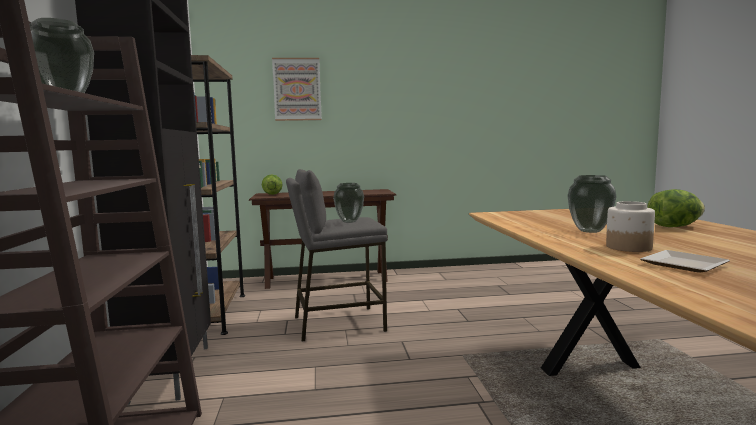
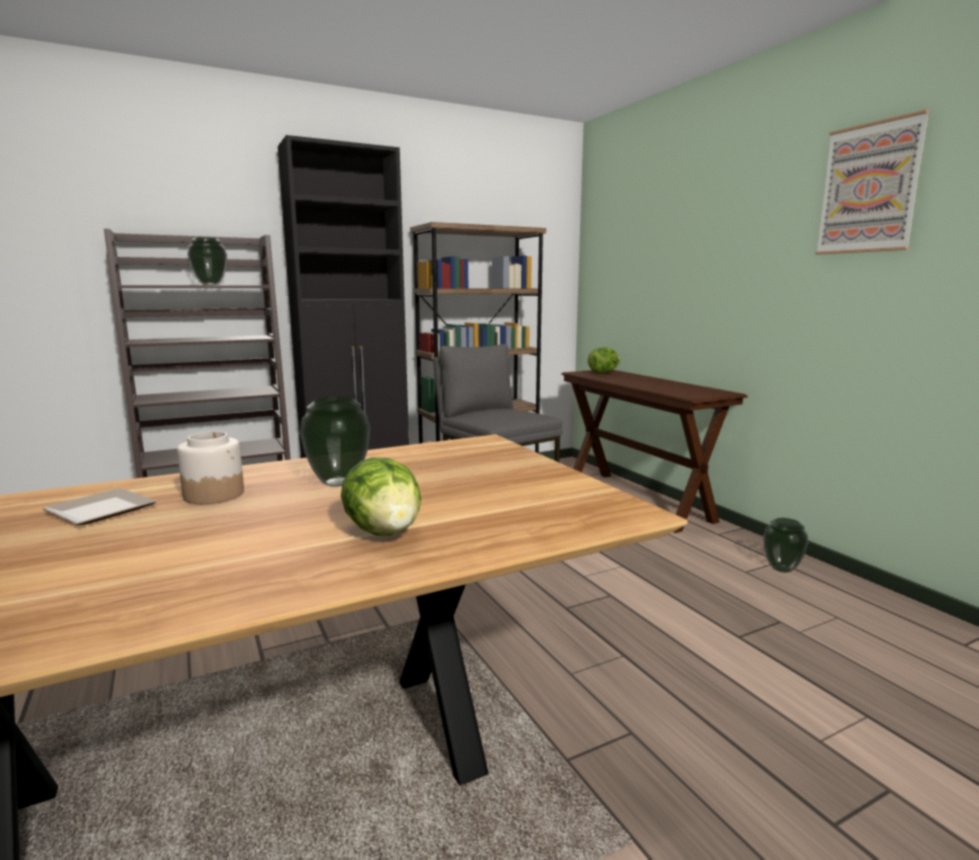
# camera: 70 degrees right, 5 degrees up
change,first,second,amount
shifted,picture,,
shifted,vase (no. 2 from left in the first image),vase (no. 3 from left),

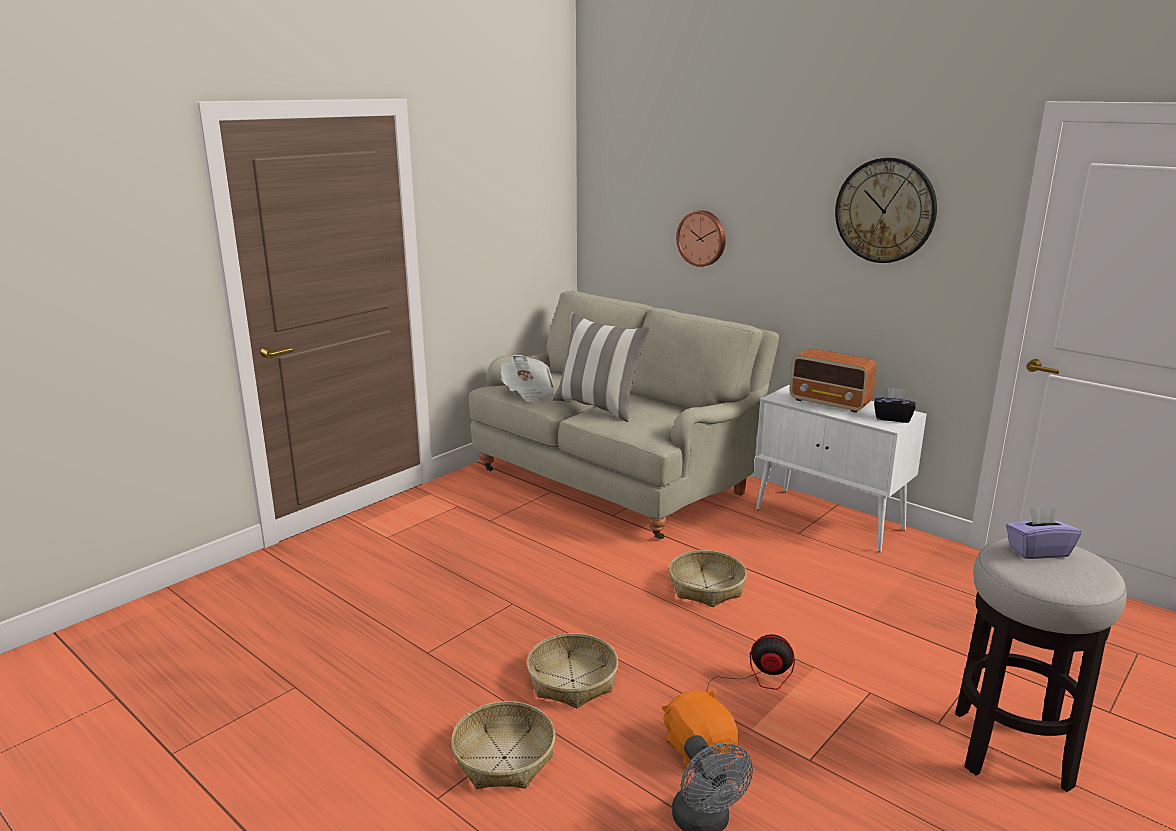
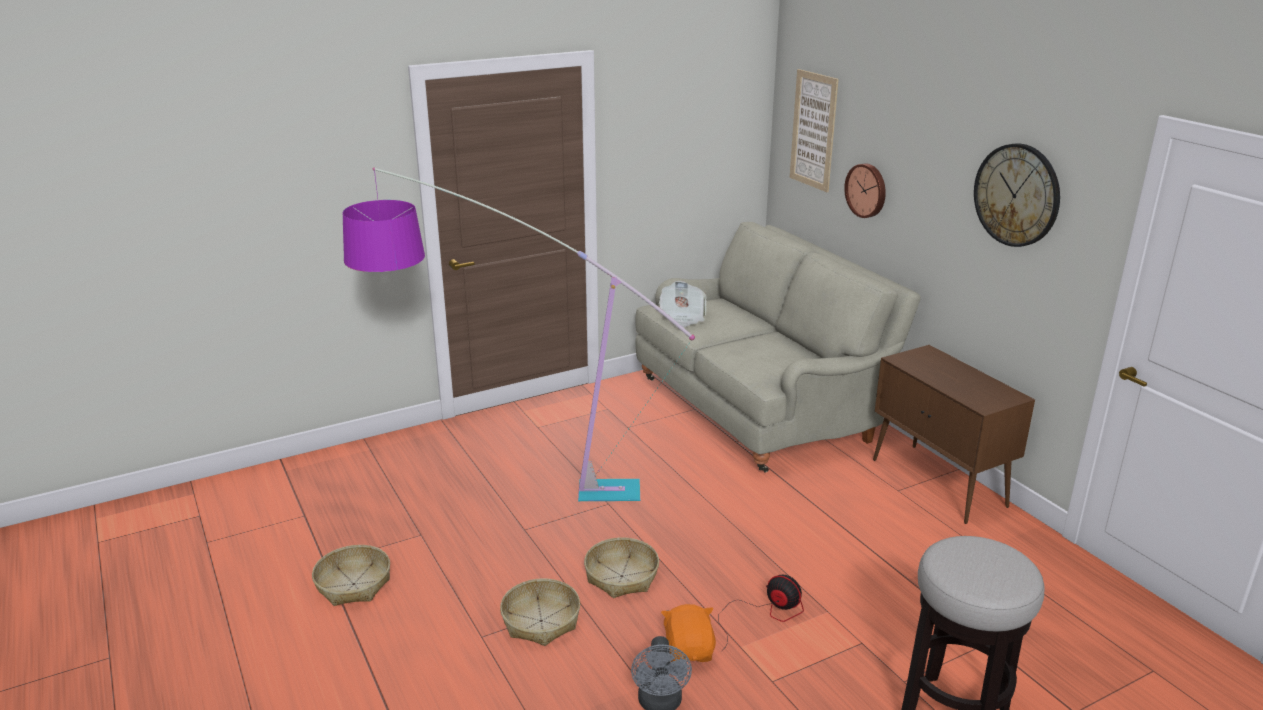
# camera: 20 degrees right, 5 degrees up
change,first,second,amount
gone,pillow,,
shifted,basket (no. 3 from left in the first image),basket (no. 1 from left),
repainted,white cabinet,brown cabinet,
gone,radio,,
gone,black tissue box,,
gone,purple tissue box,,
new,,floor lamp,
new,,picture,

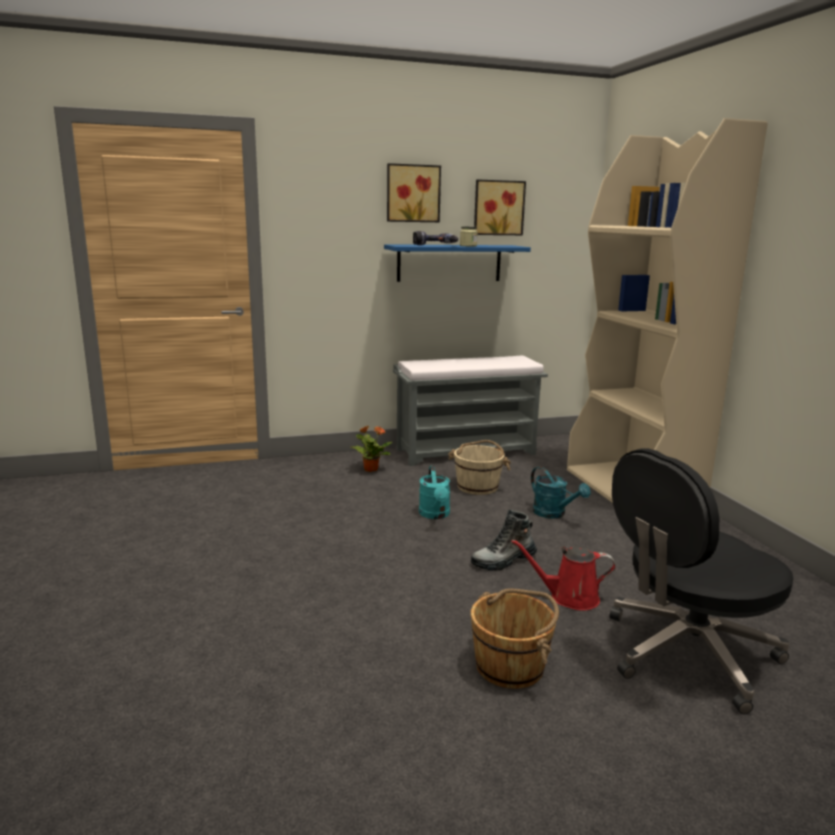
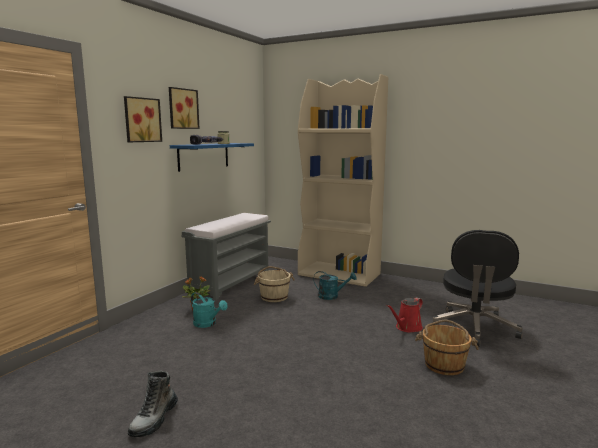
# camera: 45 degrees left, 5 degrees down
change,first,second,amount
shifted,turquoise watering can (no. 1 from left),,
shifted,boot,,
shifted,picture (no. 2 from left in the first image),picture (no. 1 from left),

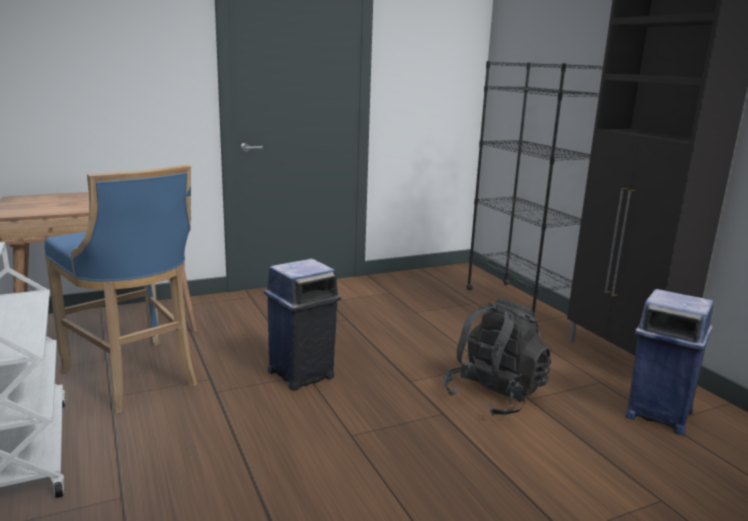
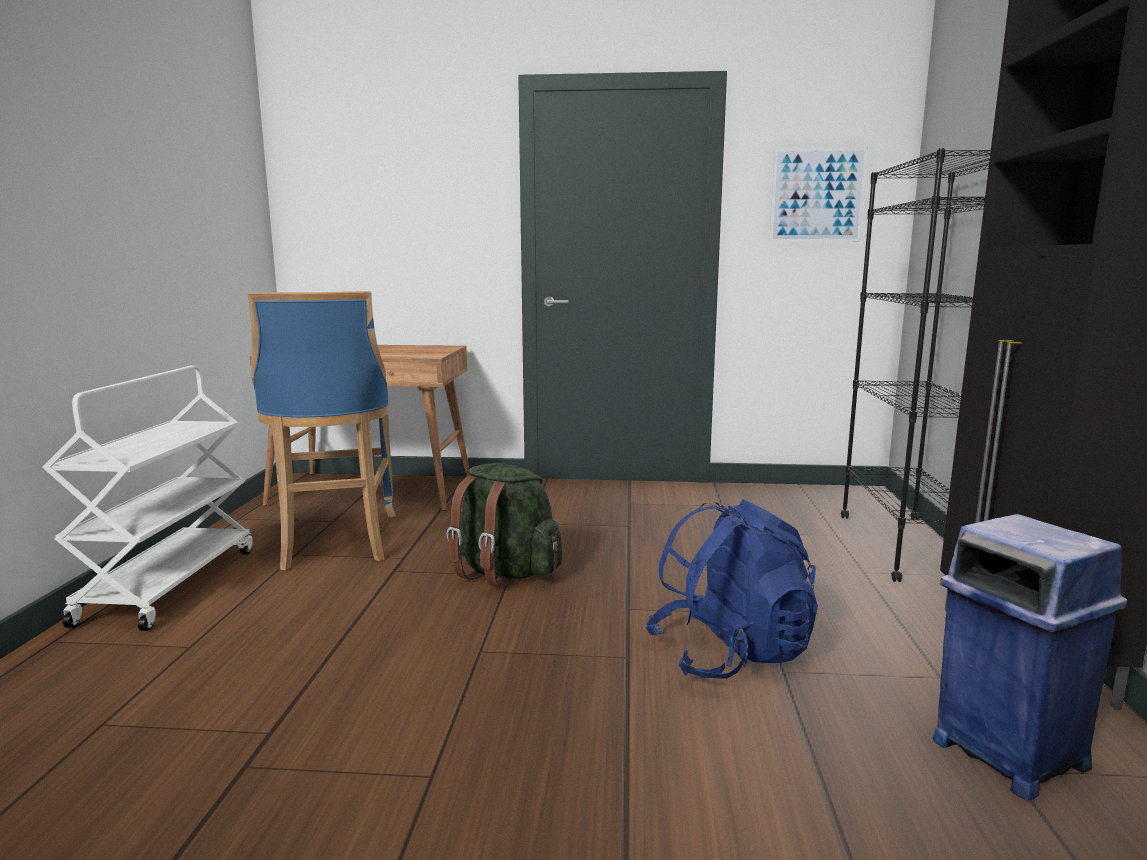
# camera: 30 degrees right, 5 degrees down
change,first,second,amount
swapped,blue trash can (no. 1 from left),green backpack,
repainted,black backpack,blue backpack,
new,,picture,

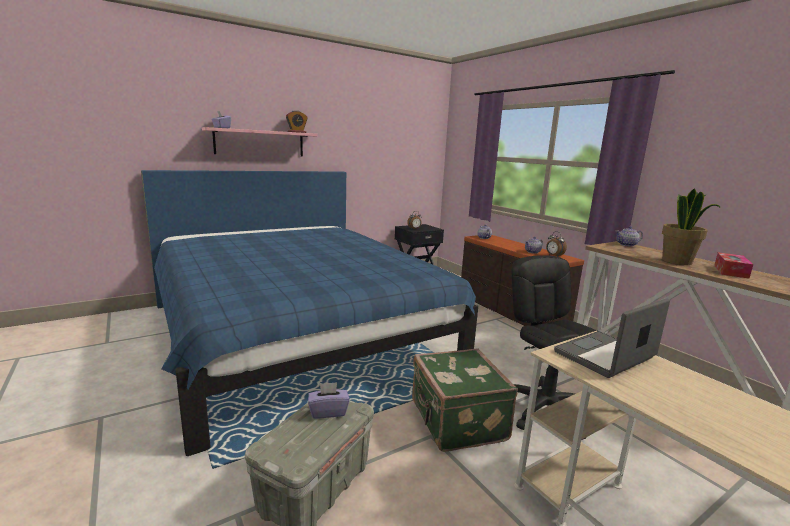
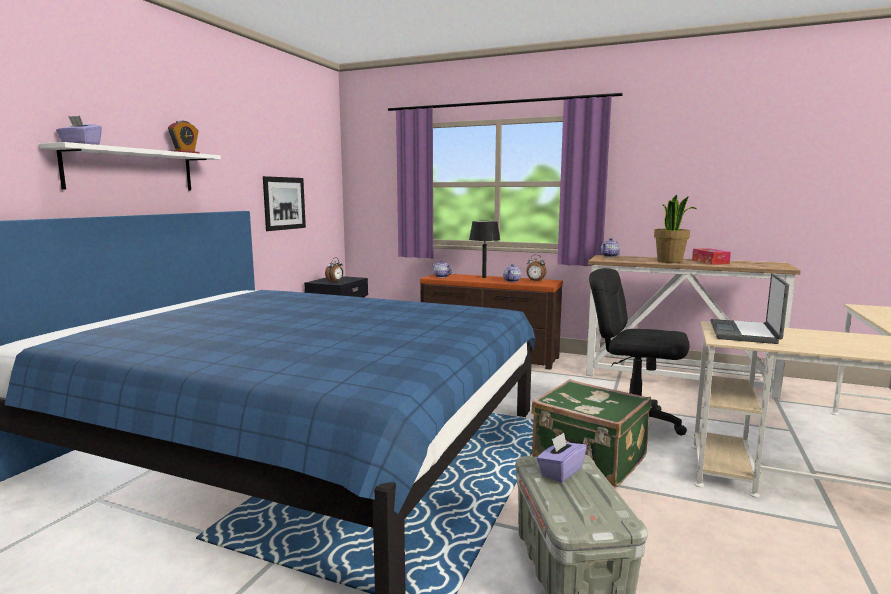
# camera: 35 degrees left, 5 degrees down
change,first,second,amount
repainted,pink shelf,white shelf,
new,,picture,
new,,black table lamp,

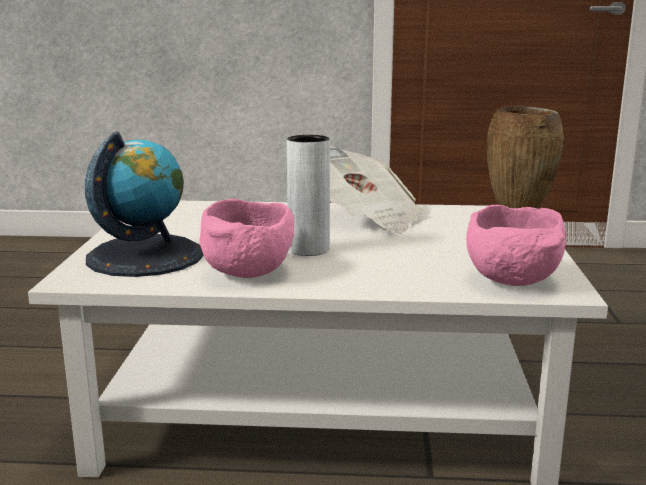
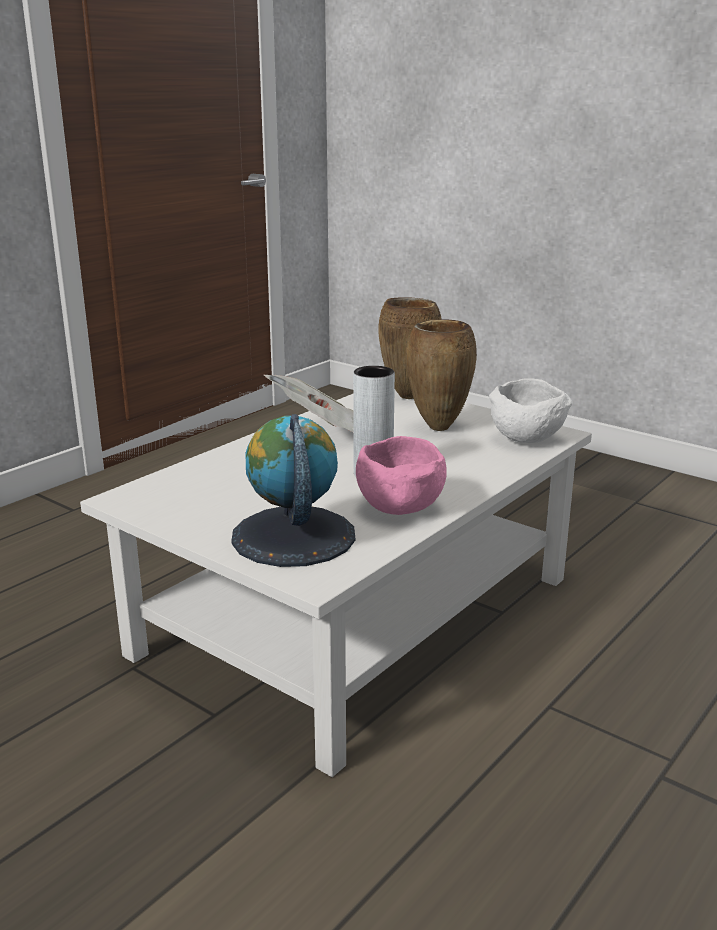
# camera: 55 degrees left, 5 degrees up
change,first,second,amount
repainted,pink bowl (no. 2 from left),white bowl,
new,,brown vase (no. 2 from left),

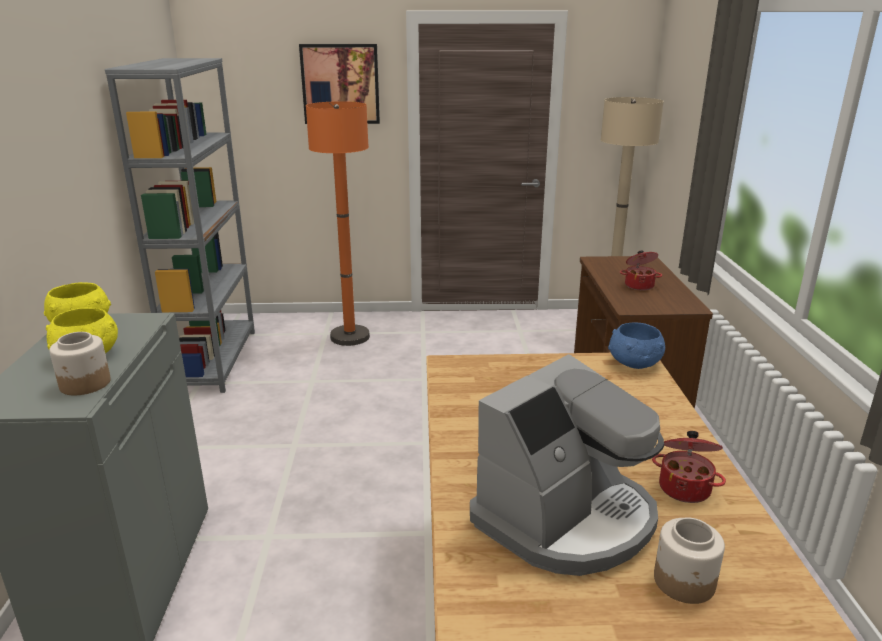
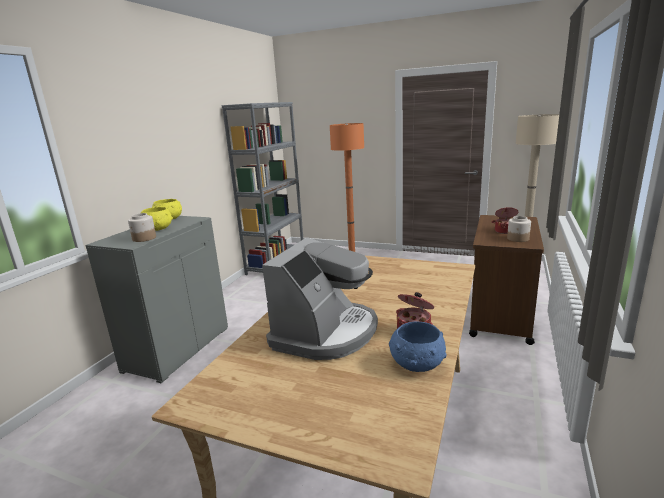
# camera: 25 degrees right, 5 degrees down
change,first,second,amount
gone,picture,,
rotated,coffee machine,,45 degrees counterclockwise
shifted,blue bowl,,
shifted,jar (no. 2 from left),,

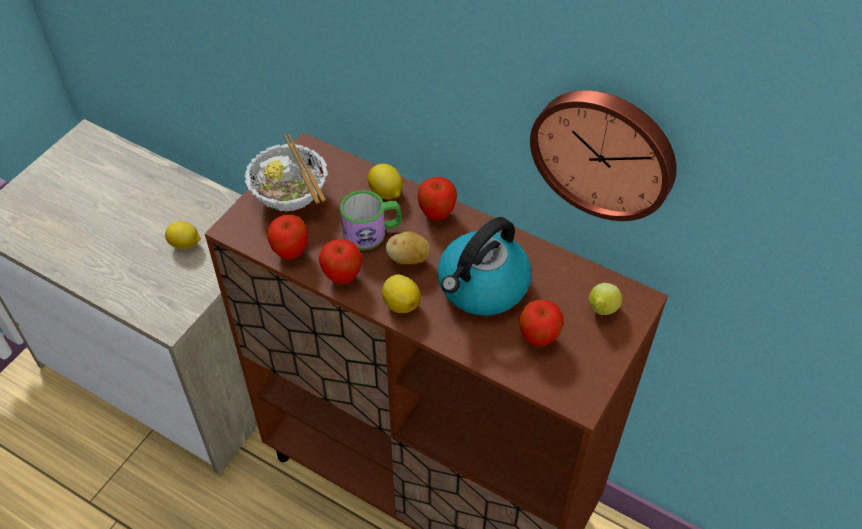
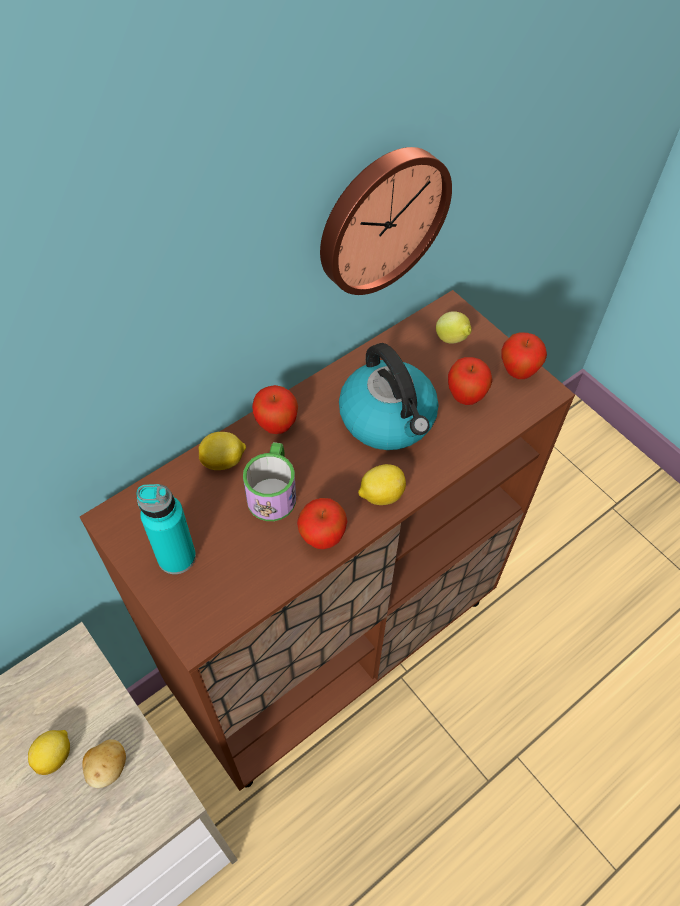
# camera: 70 degrees left, 5 degrees up
change,first,second,amount
swapped,bowl,turquoise bottle,
shifted,apple (no. 1 from left in the first image),apple (no. 4 from left),
shifted,potato,,

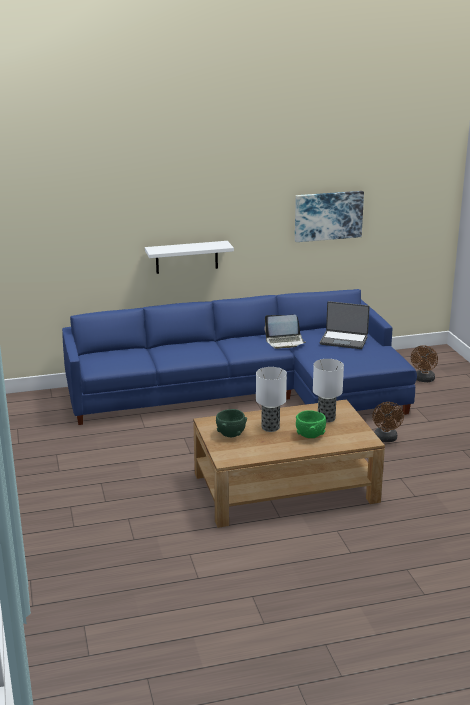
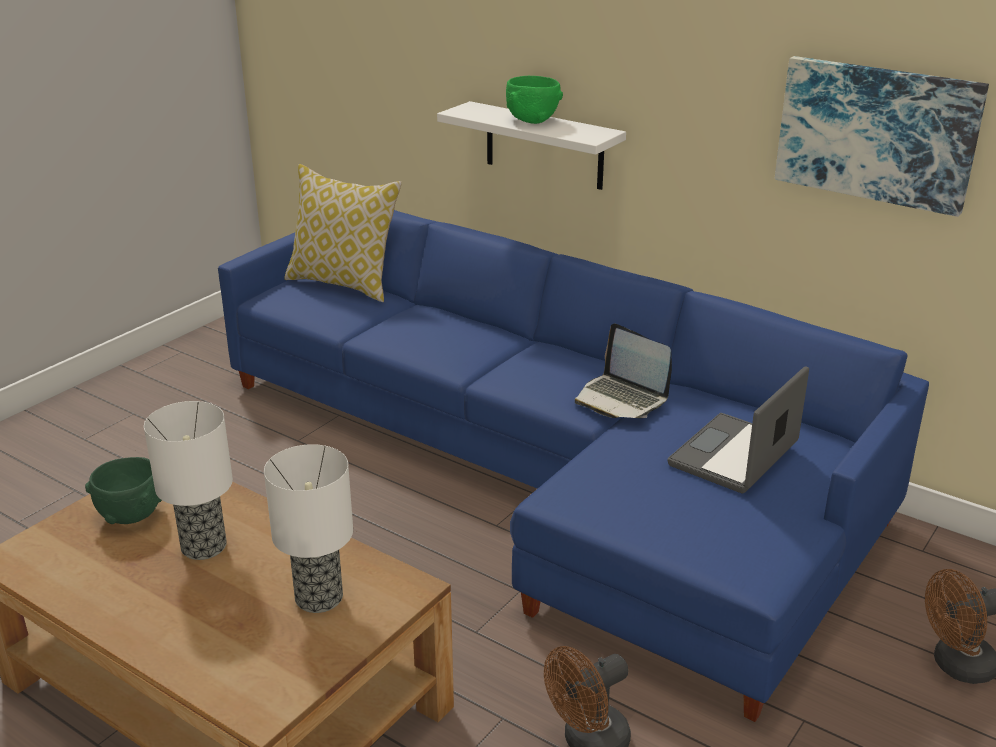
# camera: 50 degrees right, 5 degrees up
change,first,second,amount
shifted,green bowl (no. 2 from left),,
rotated,laptop (no. 2 from left),,60 degrees clockwise
new,,pillow,

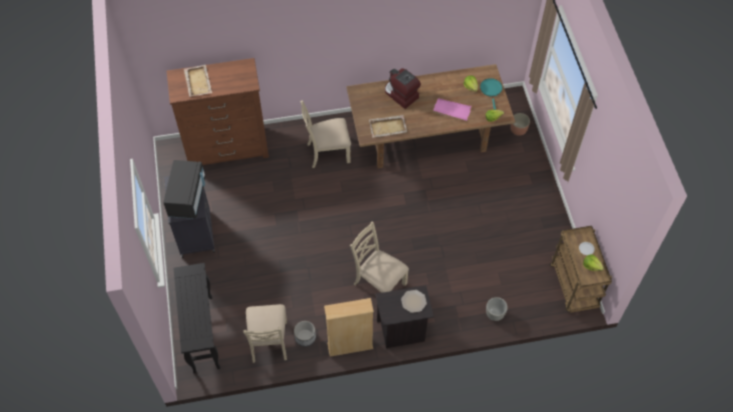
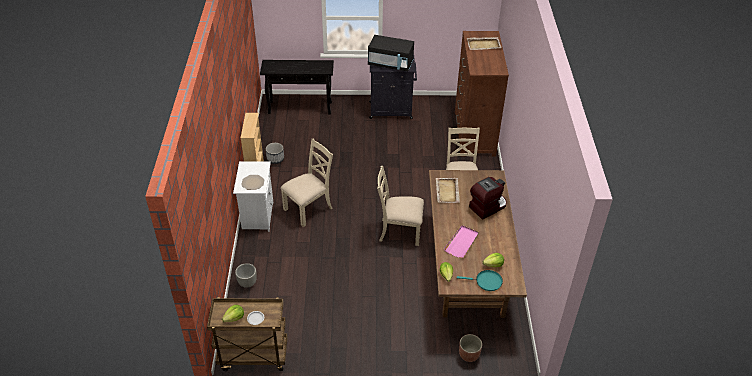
# camera: 100 degrees right, 15 degrees down
change,first,second,amount
shifted,beige chair (no. 1 from left in the first image),beige chair (no. 2 from left),
repainted,black nightstand,white nightstand,

